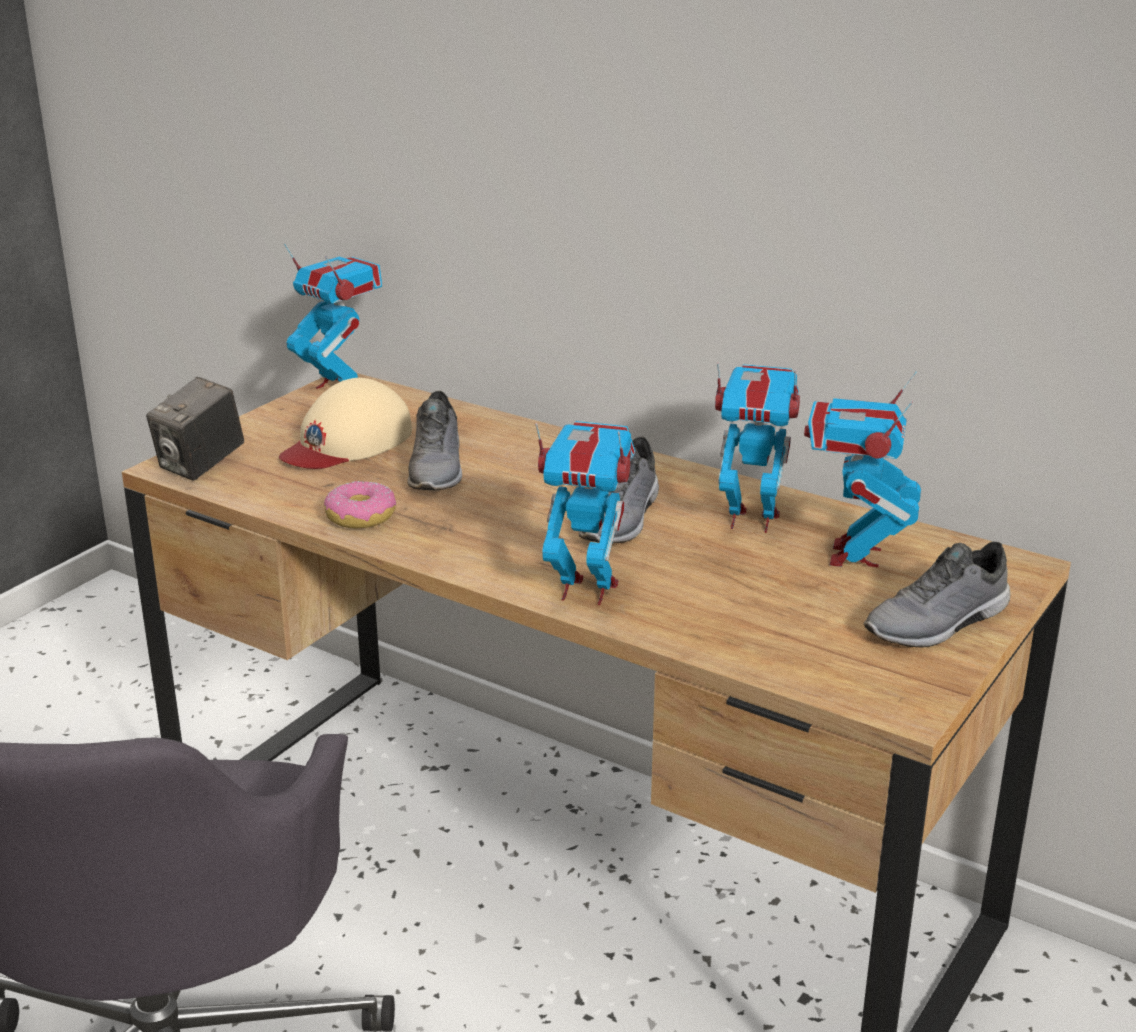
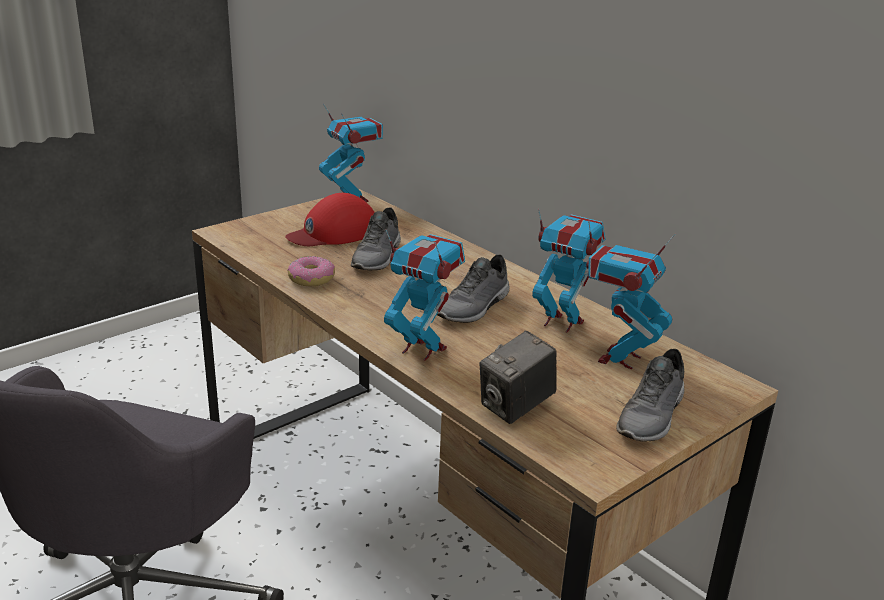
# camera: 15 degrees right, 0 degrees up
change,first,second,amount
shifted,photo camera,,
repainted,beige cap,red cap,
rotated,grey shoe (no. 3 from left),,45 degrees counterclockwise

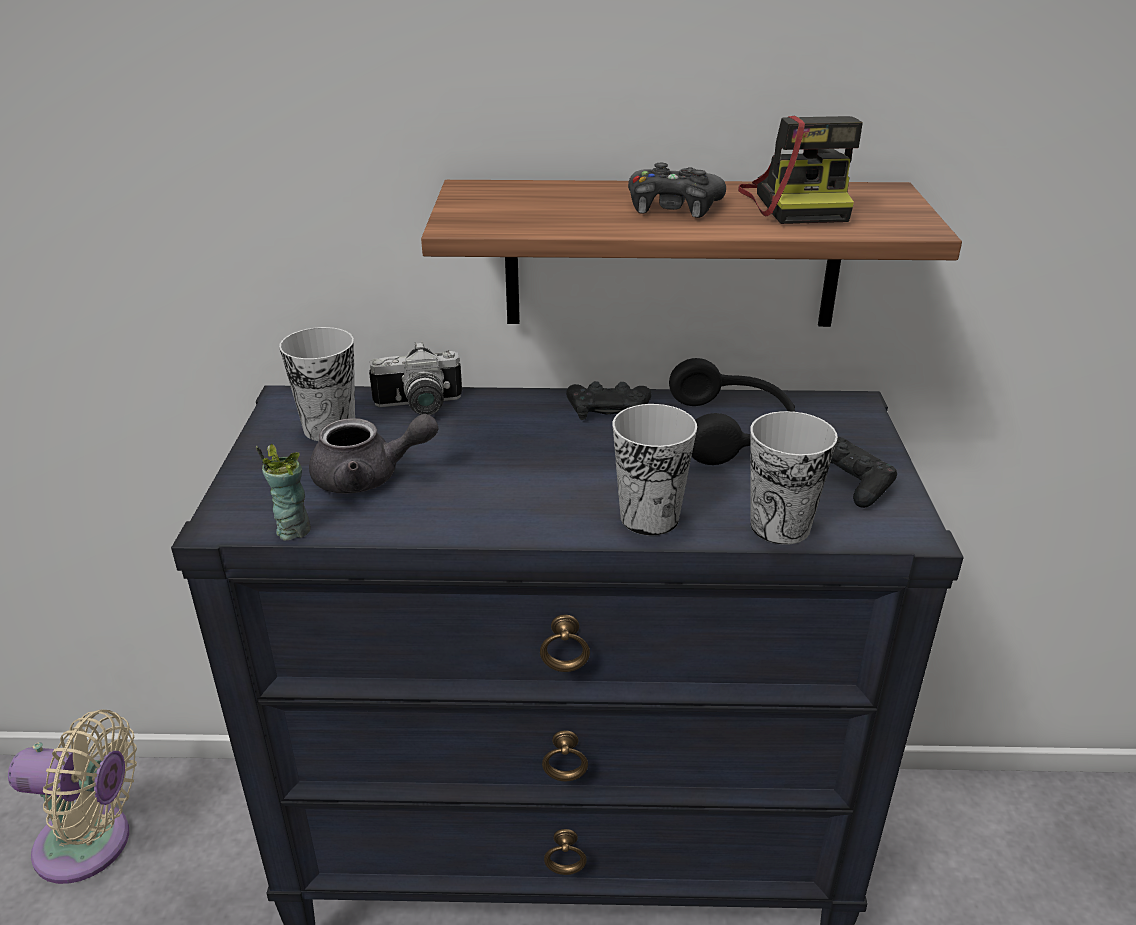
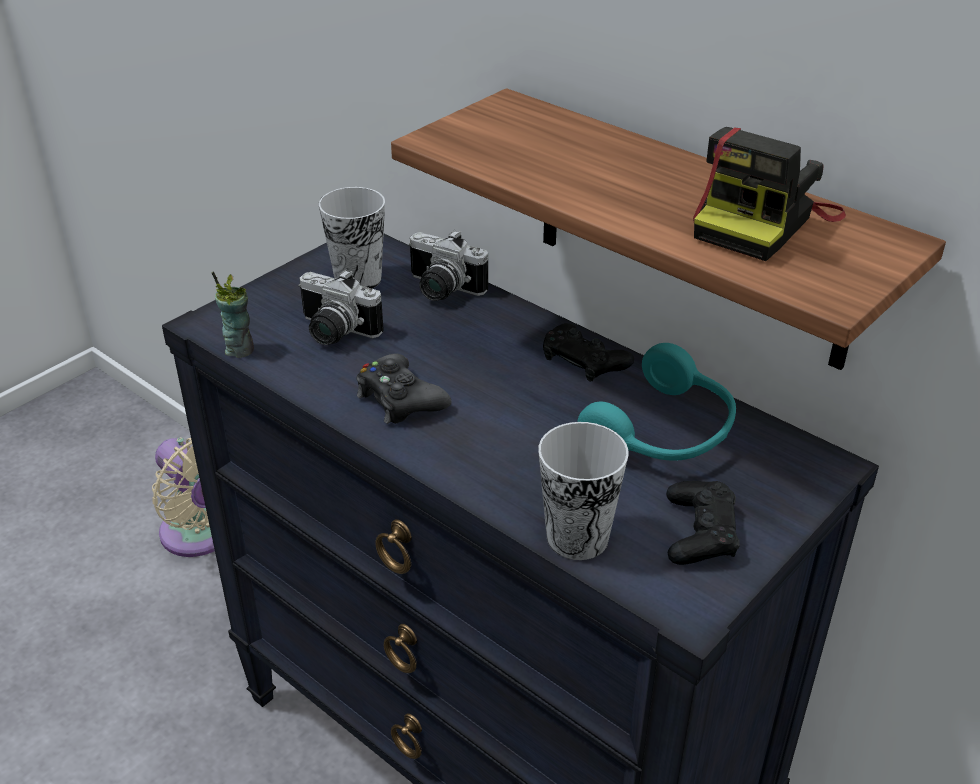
# camera: 40 degrees right, 5 degrees up
change,first,second,amount
swapped,grey teapot,photo camera (no. 1 from left),
gone,cup (no. 3 from left),,
shifted,black game controller (no. 2 from left in the first image),black game controller (no. 1 from left),
repainted,black headphones,turquoise headphones,

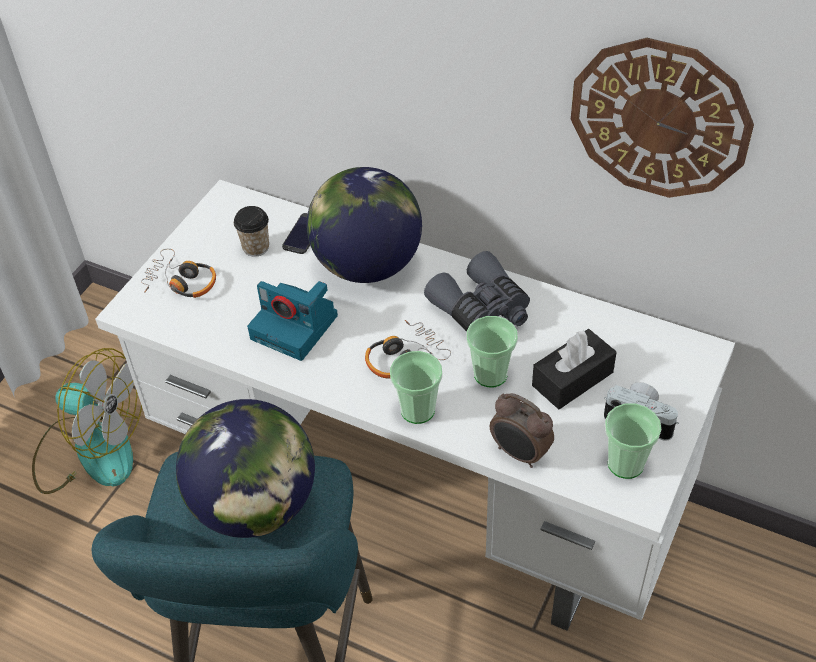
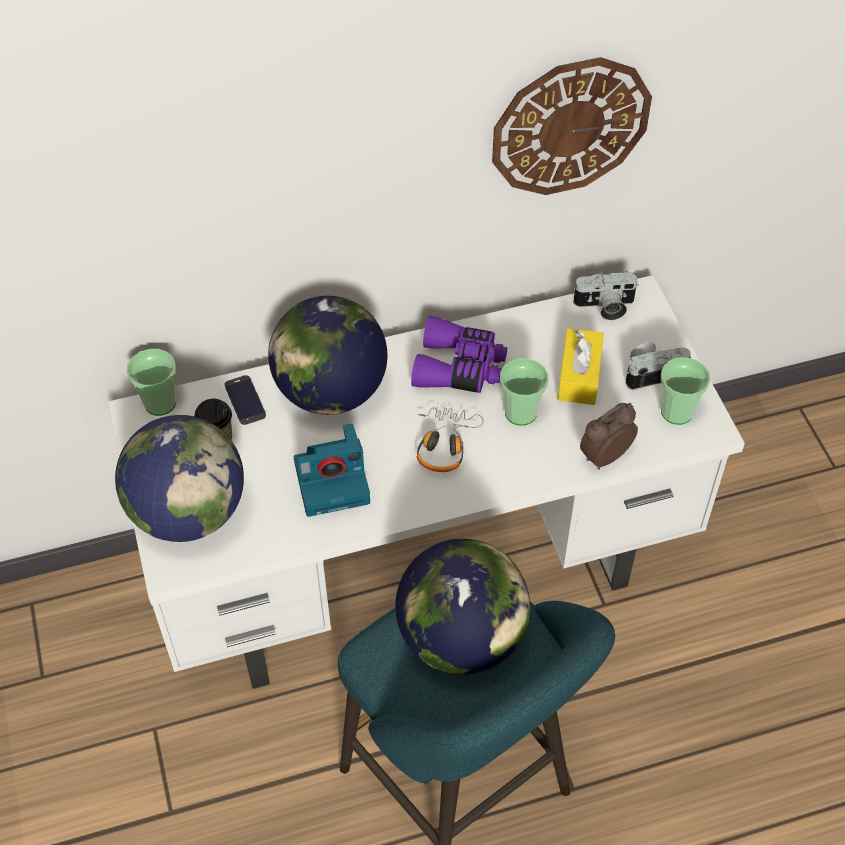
# camera: 45 degrees left, 5 degrees up
change,first,second,amount
gone,fan,,
swapped,headphones (no. 1 from left),globe (no. 1 from left),
shifted,cup (no. 2 from left in the first image),cup (no. 1 from left),
repainted,grey binoculars,purple binoculars,
rotated,alarm clock,,150 degrees clockwise
repainted,black tissue box,yellow tissue box,
new,,photo camera (no. 2 from left),

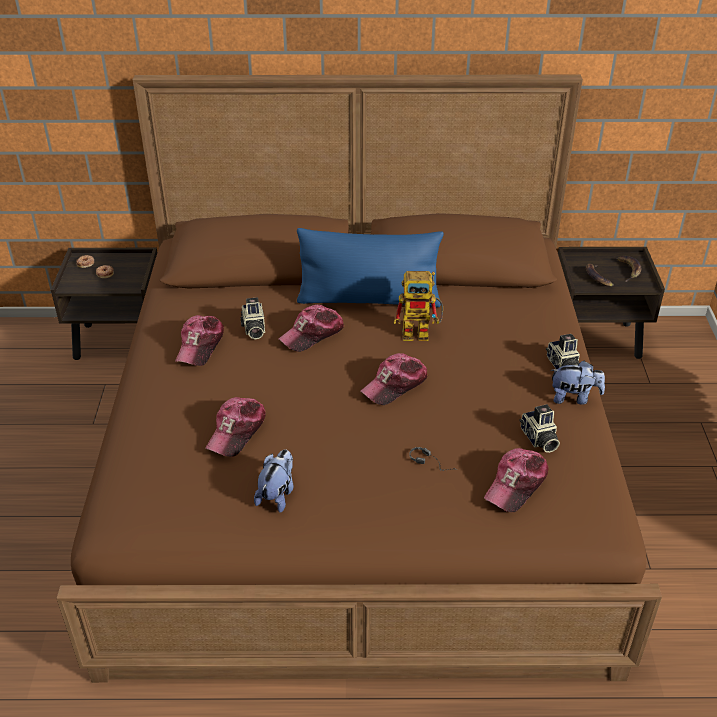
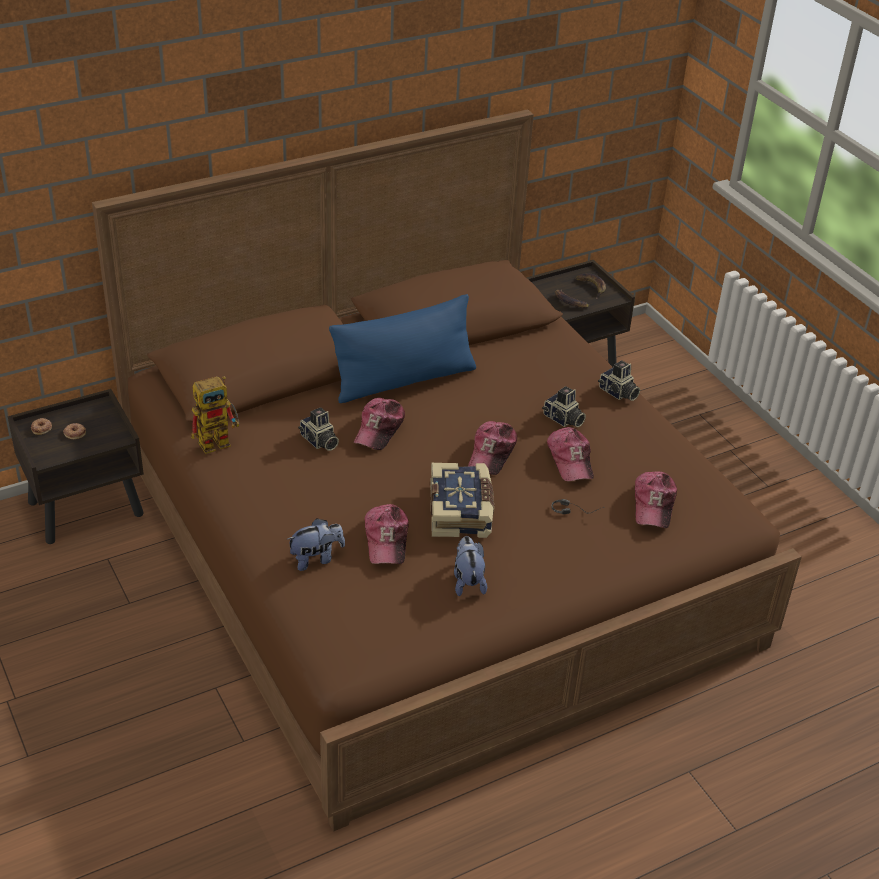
# camera: 30 degrees left, 0 degrees up
change,first,second,amount
shifted,cap (no. 1 from left in the first image),cap (no. 4 from left),
shifted,toy robot,,
shifted,photo camera (no. 2 from left),,
shifted,plush toy (no. 2 from left in the first image),plush toy (no. 1 from left),
new,,book,

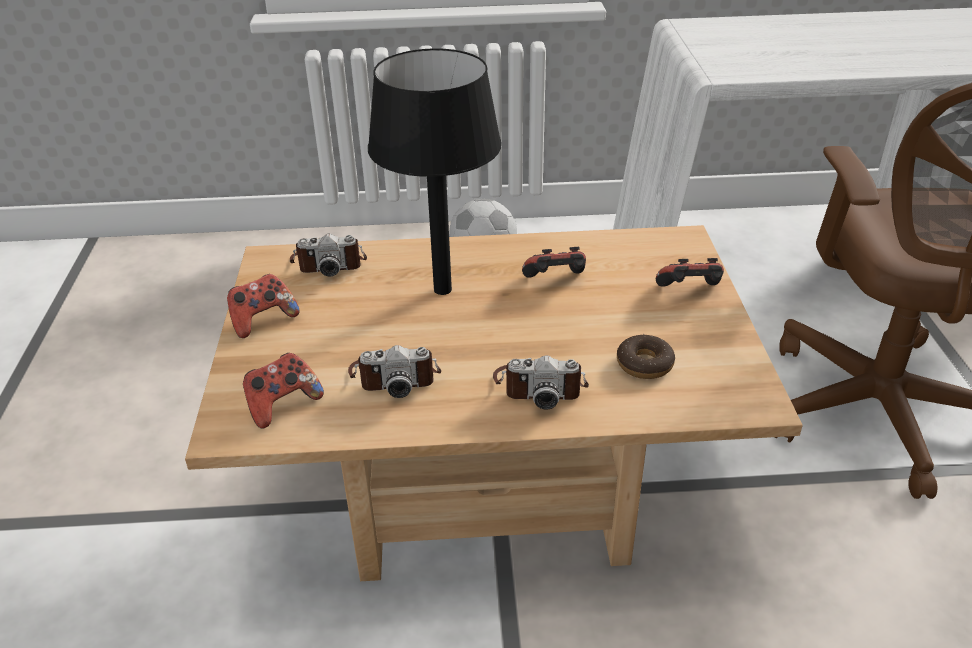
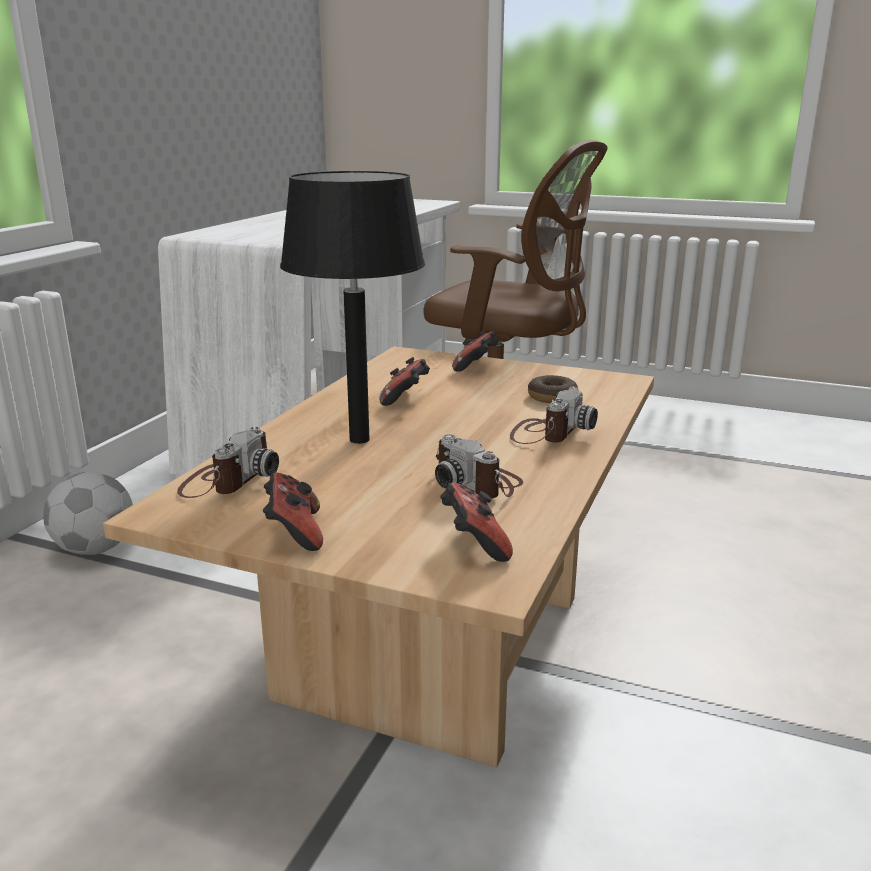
# camera: 65 degrees left, 15 degrees down
change,first,second,amount
rotated,photo camera (no. 2 from left),,120 degrees clockwise

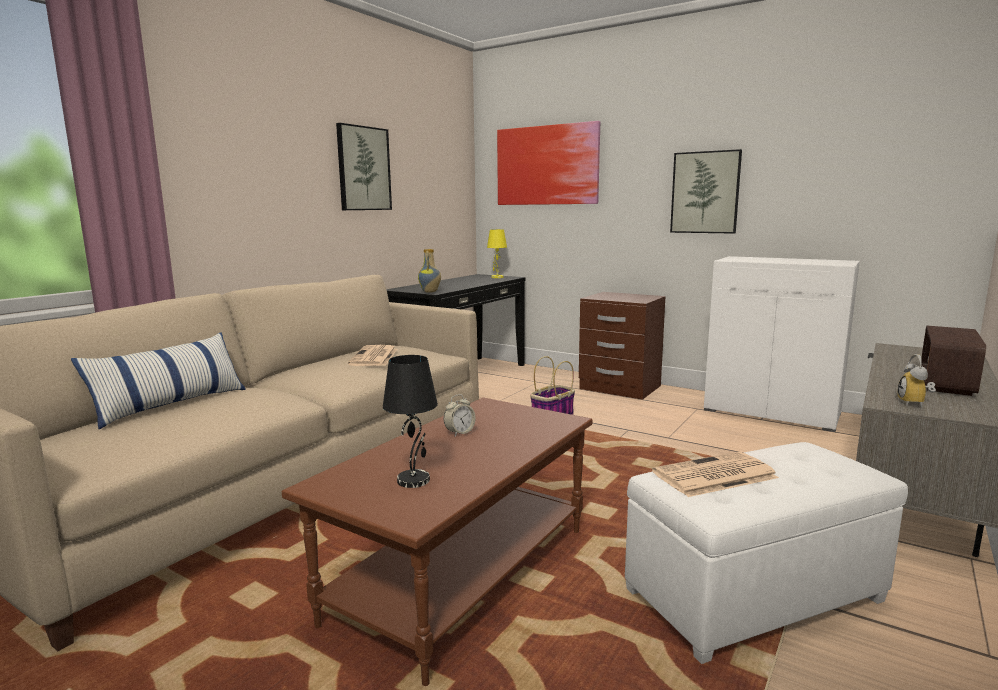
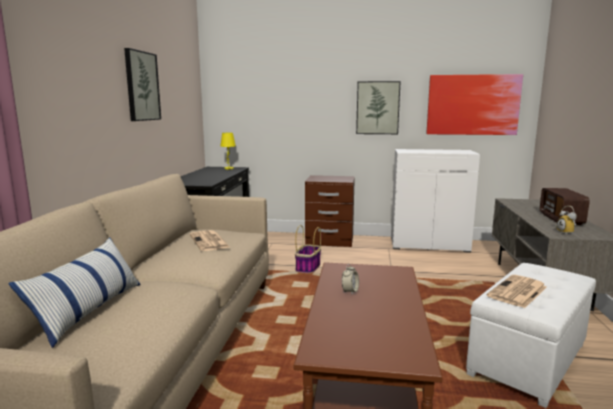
# camera: 25 degrees left, 0 degrees up
change,first,second,amount
gone,black table lamp,,
gone,vase,,
shifted,picture (no. 2 from left in the first image),picture (no. 3 from left),

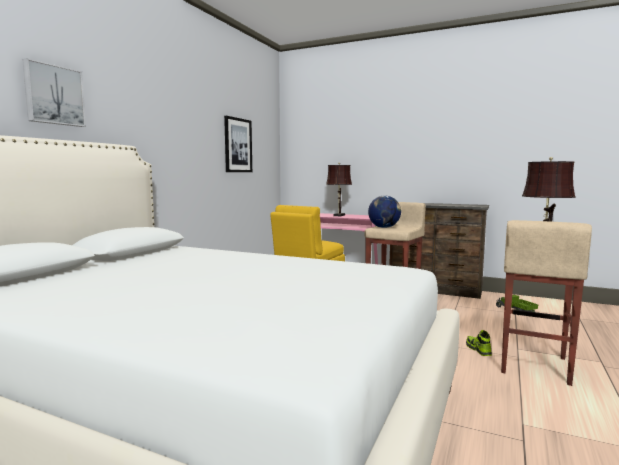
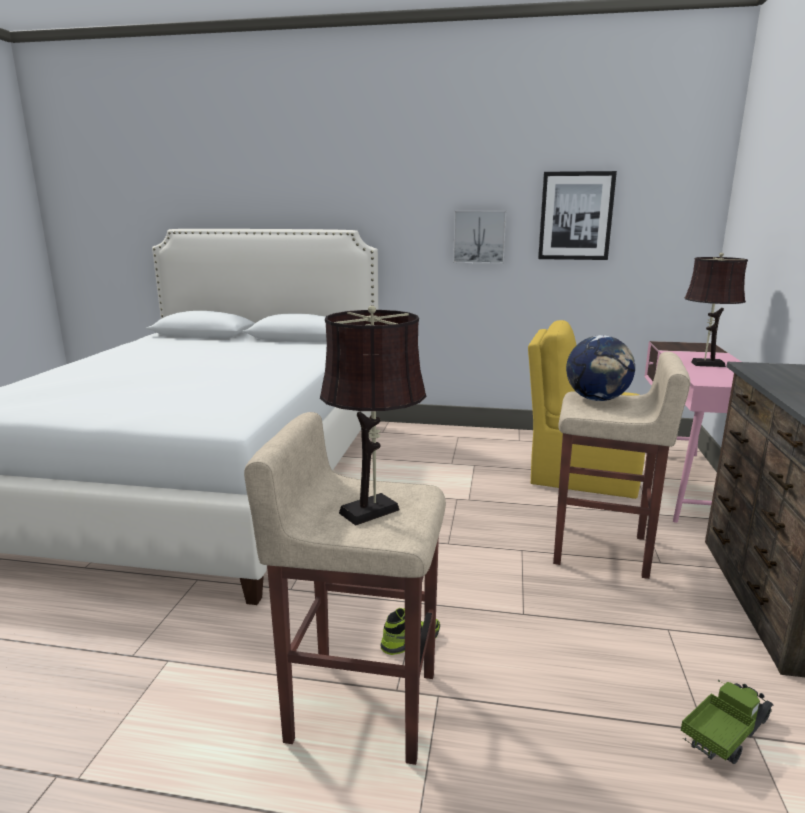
# camera: 75 degrees right, 10 degrees up
change,first,second,amount
shifted,picture (no. 1 from left),,

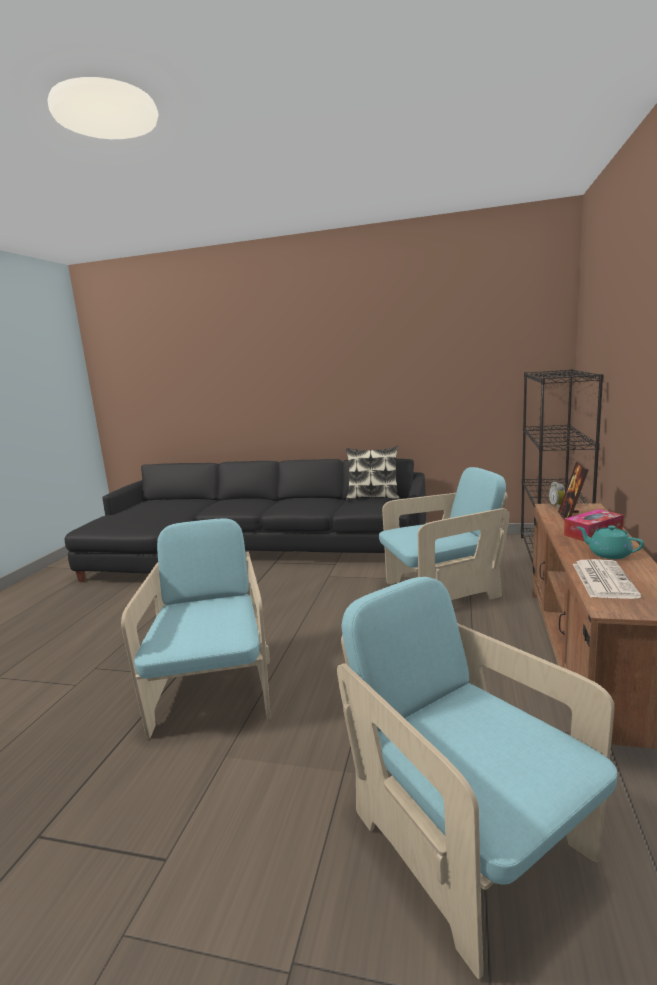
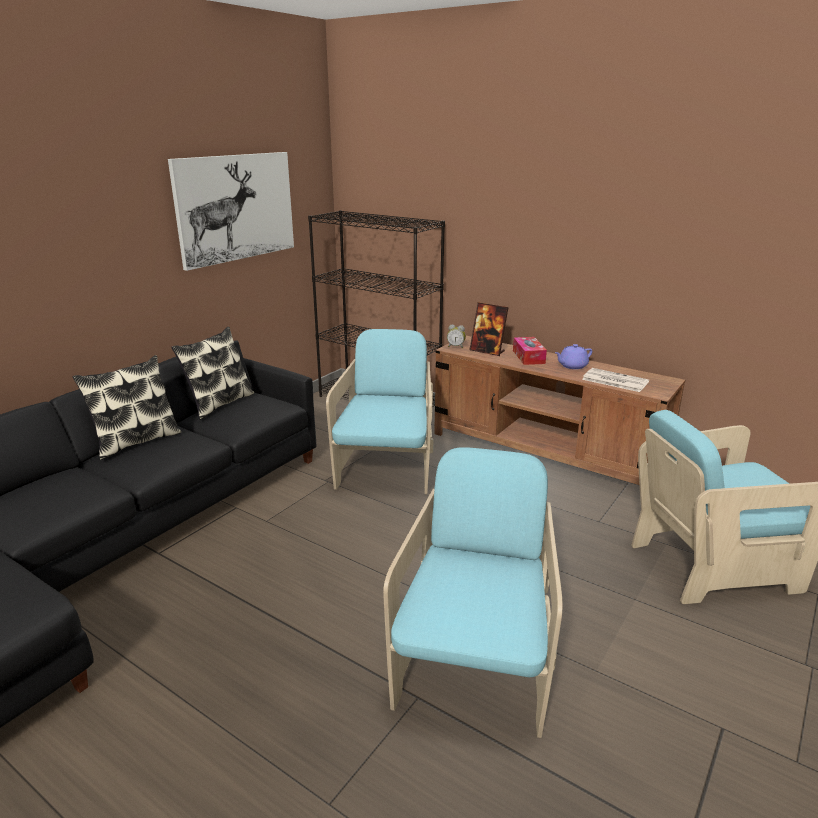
# camera: 70 degrees left, 10 degrees up
change,first,second,amount
rotated,turquoise armchair (no. 1 from left in the first image),turquoise armchair (no. 2 from left),90 degrees clockwise
repainted,turquoise teapot,purple teapot,
new,,pillow (no. 1 from left),
new,,picture,

